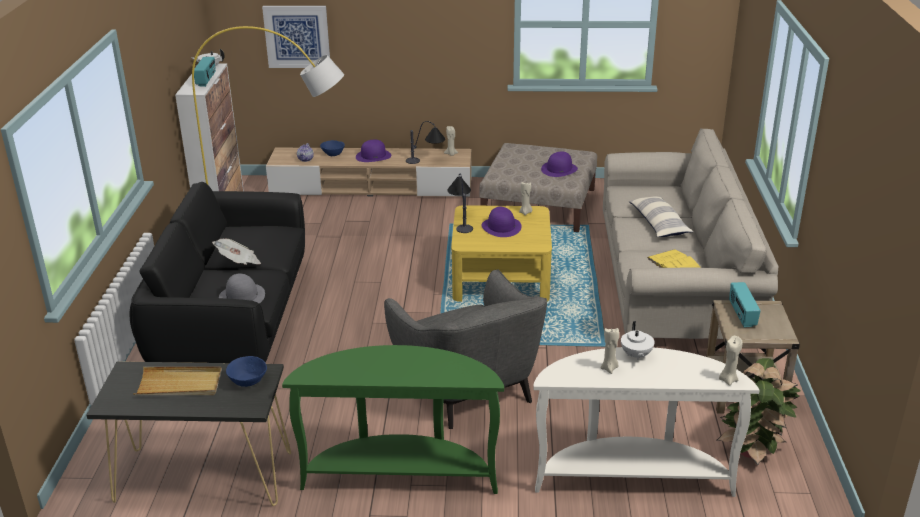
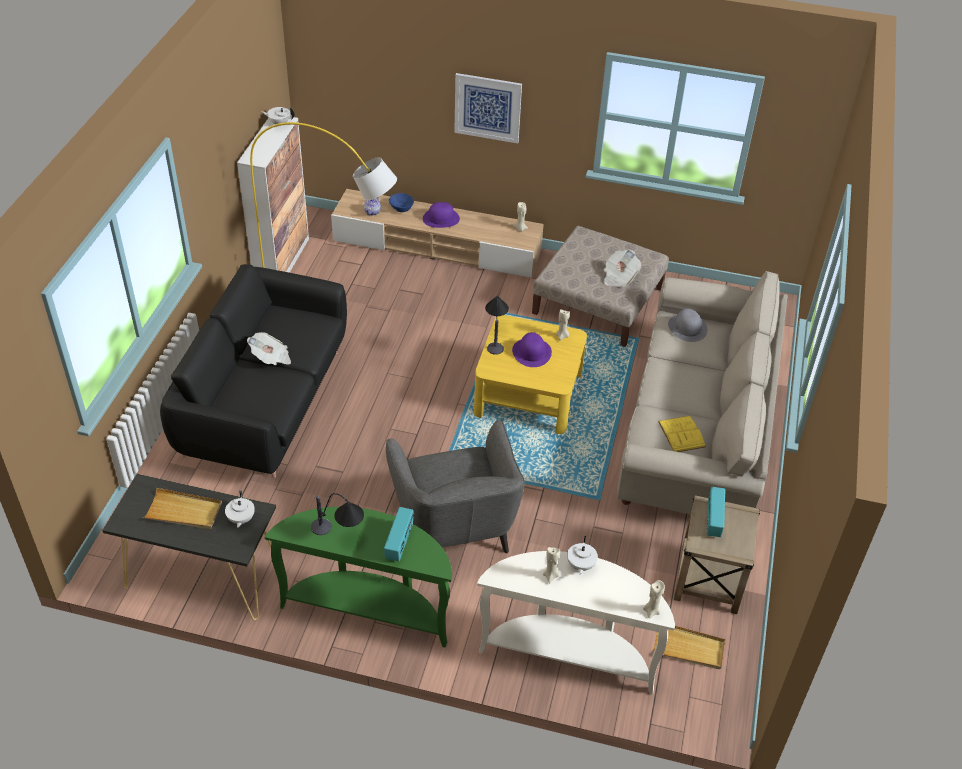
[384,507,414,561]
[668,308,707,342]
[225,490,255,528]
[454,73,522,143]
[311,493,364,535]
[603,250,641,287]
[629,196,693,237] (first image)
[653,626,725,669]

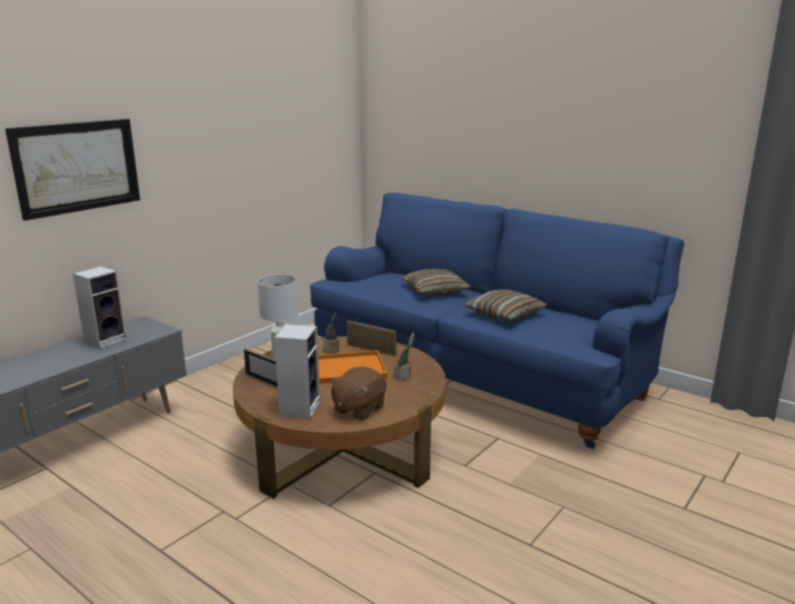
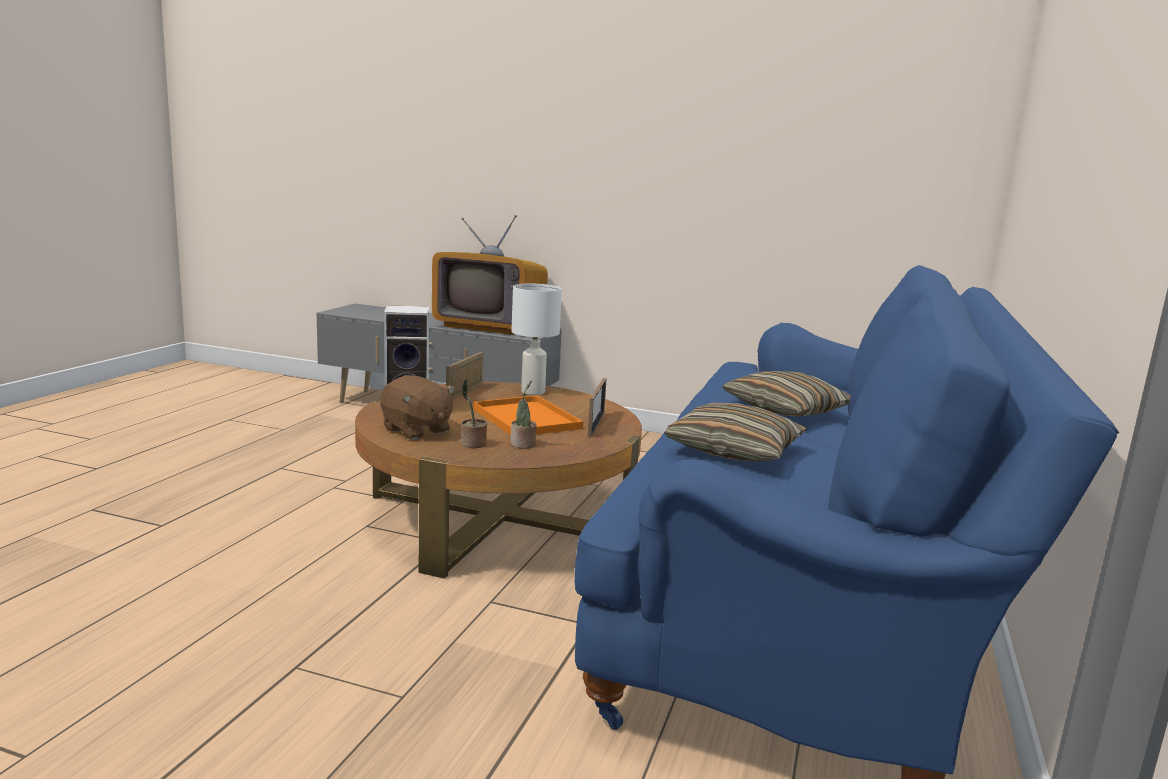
[5,119,140,221] (first image)
[432,215,548,335]
[461,379,487,448]
[380,375,455,440]

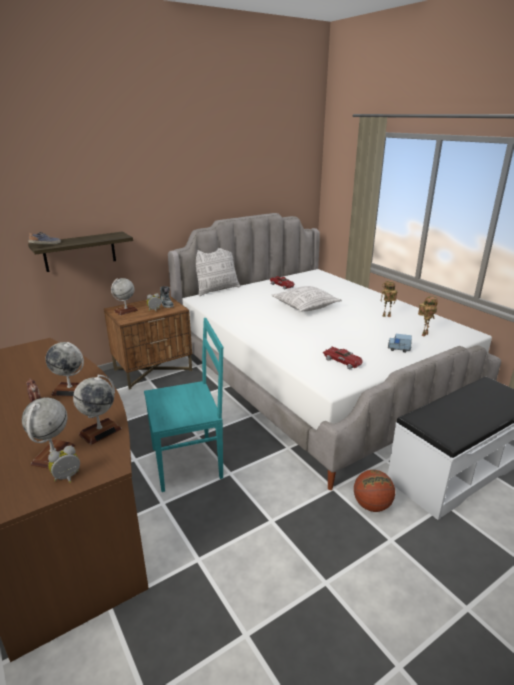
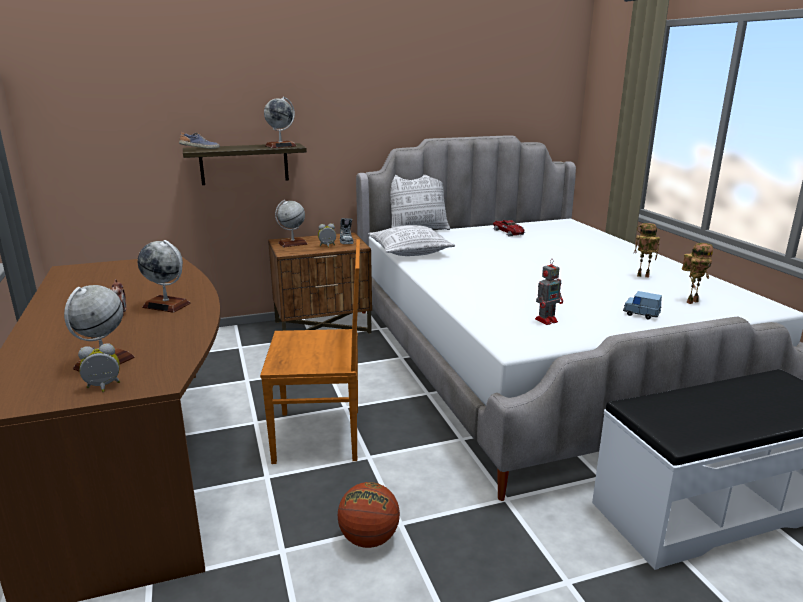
[264,97,296,148]
[260,239,360,464]
[368,225,455,256]
[535,259,563,325]
[338,482,400,548]

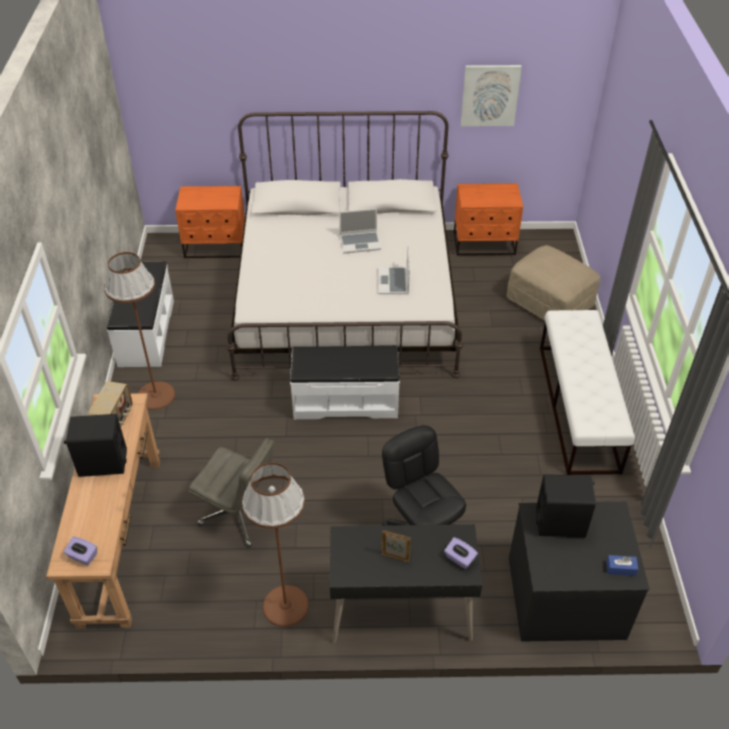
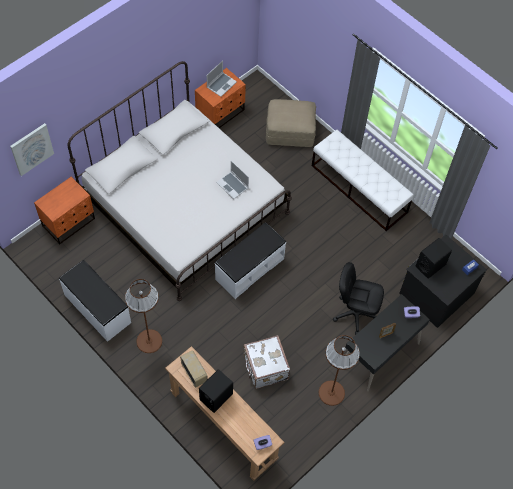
[243,335,290,389]
[207,60,237,97]
[10,123,54,176]

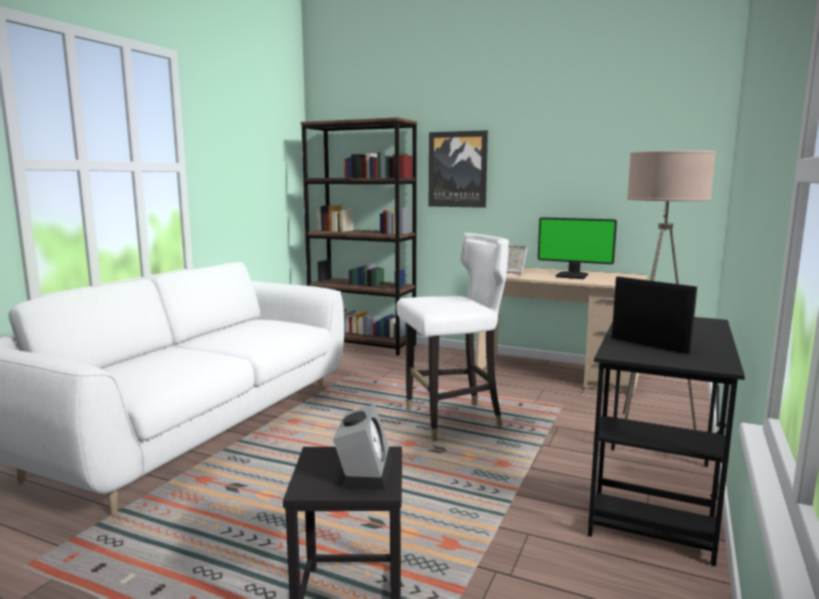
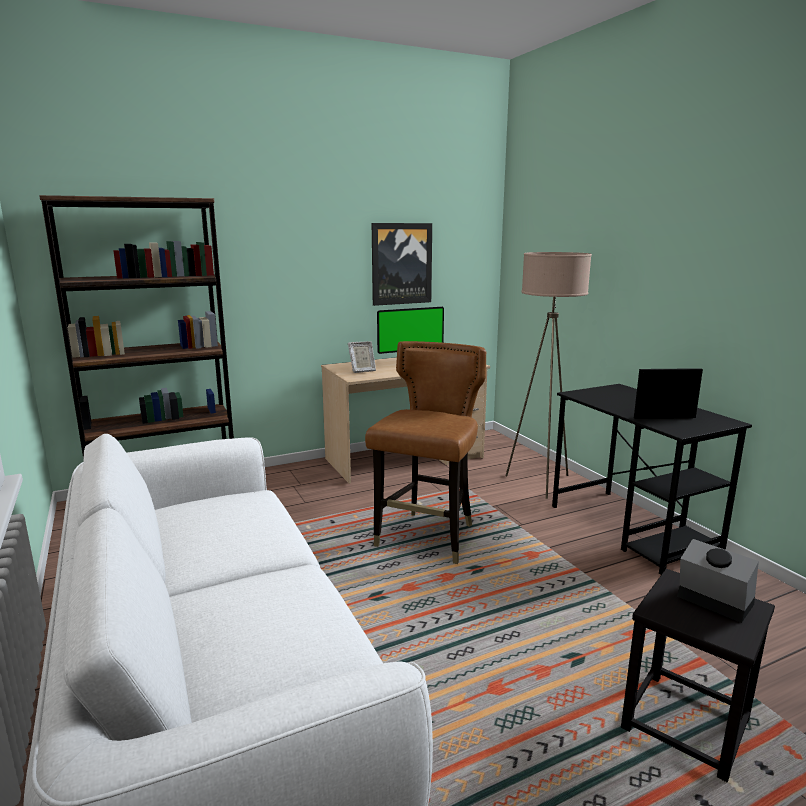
[365,341,486,564]
[372,223,432,306]

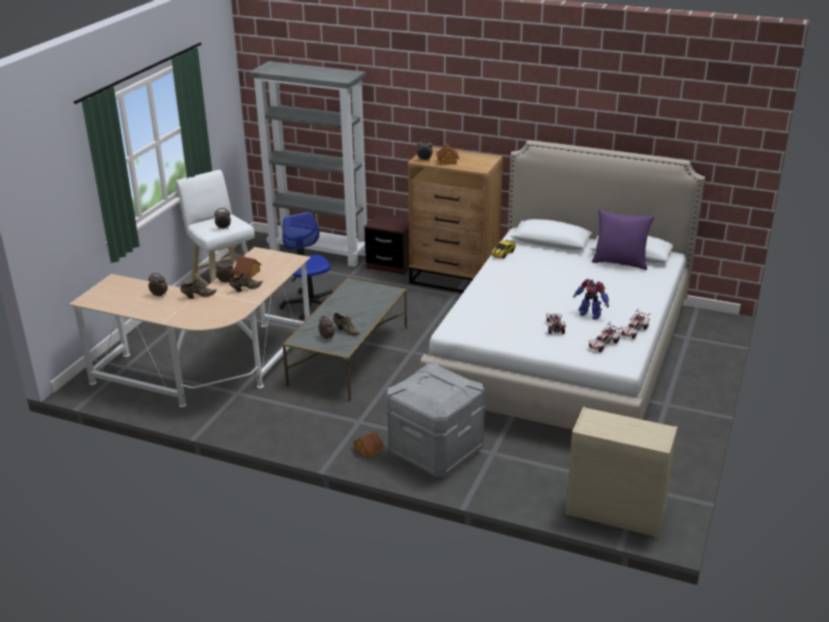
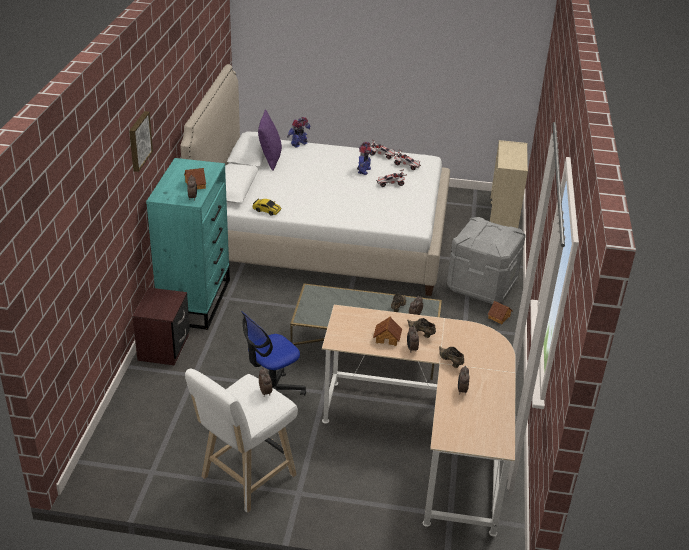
[249,61,367,267] (first image)
[146,158,230,330]
[129,111,153,172]
[287,117,310,148]

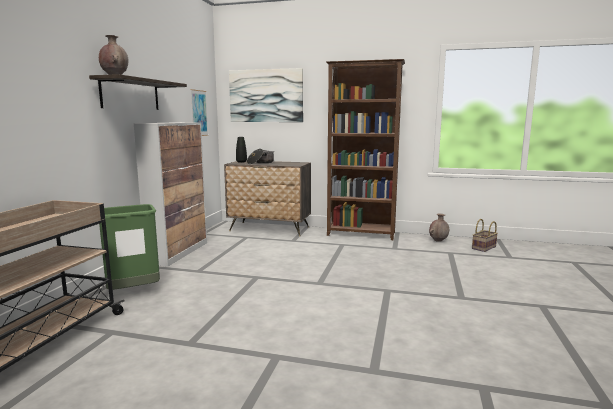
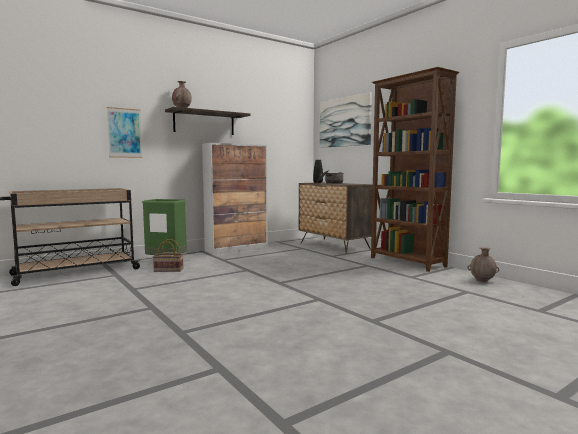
[106,107,142,158]
[153,239,183,272]

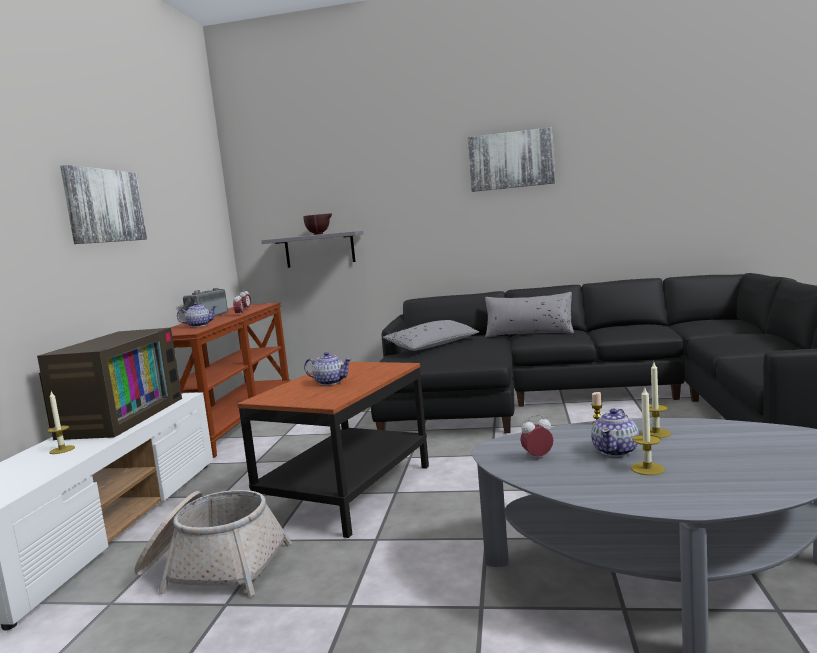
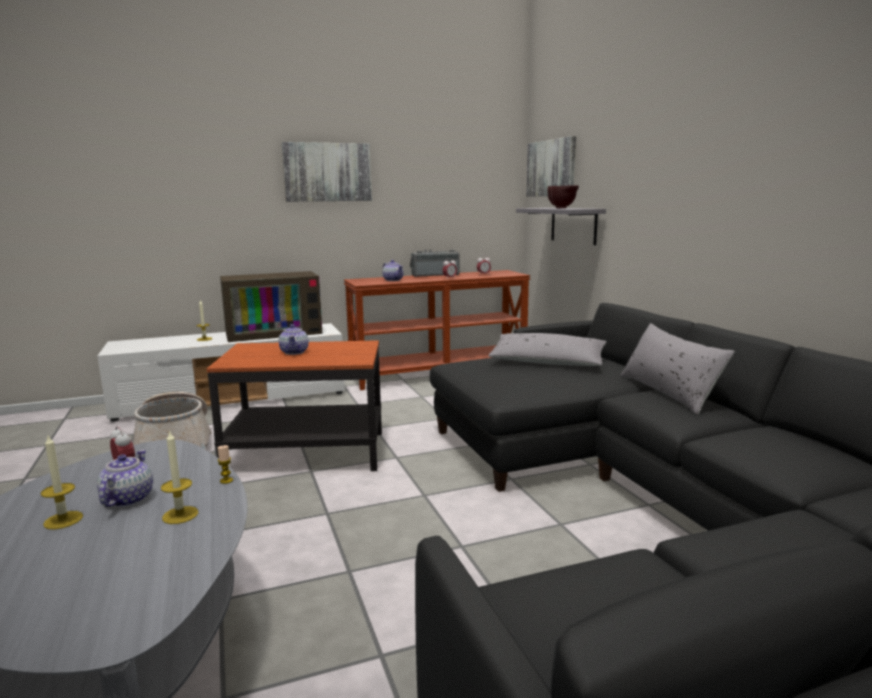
[526,136,576,197]
[97,450,153,507]

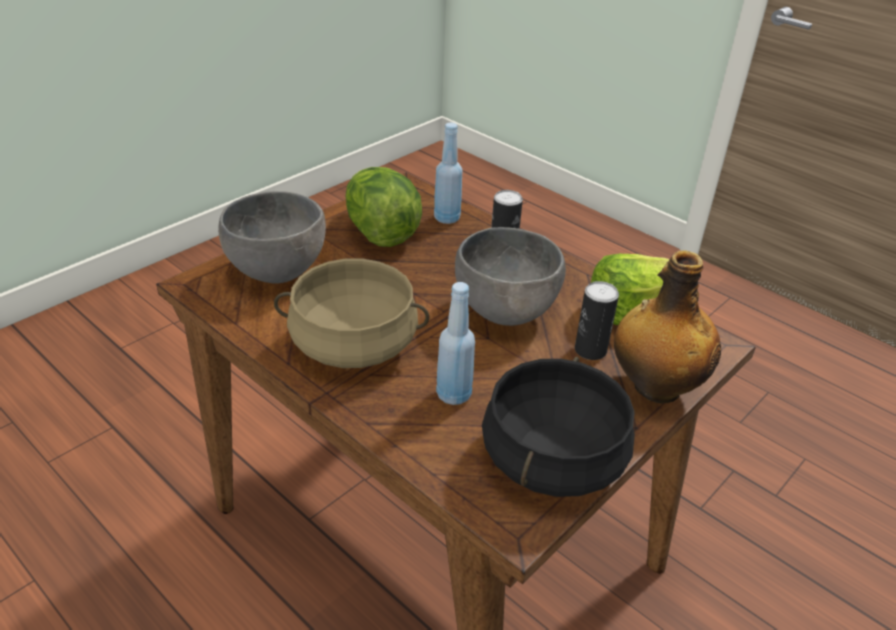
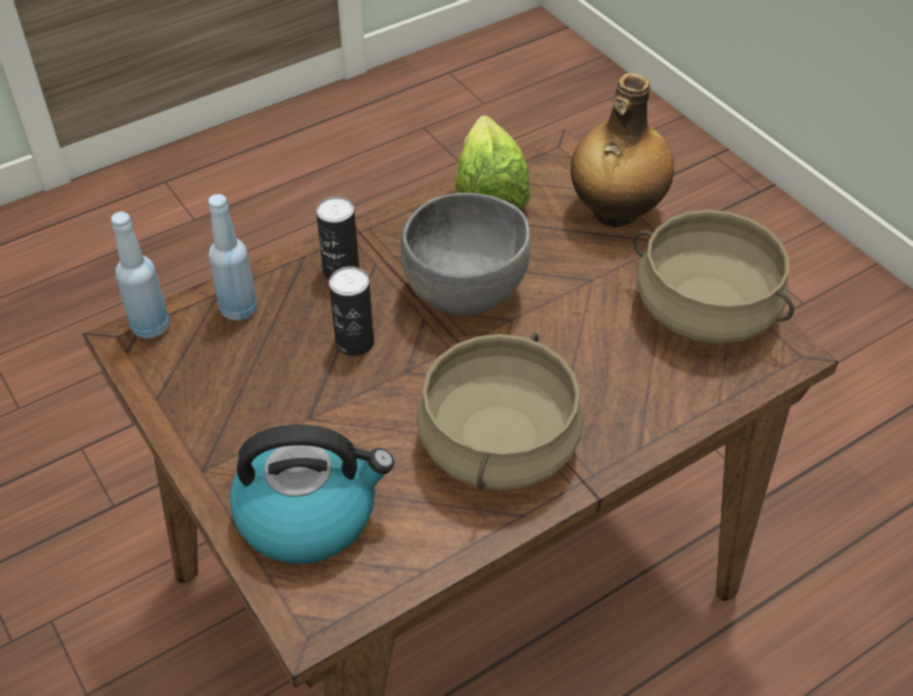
[230,425,394,564]
[346,167,422,247] (first image)
[111,212,170,339]
[633,209,794,344]
[329,266,374,356]

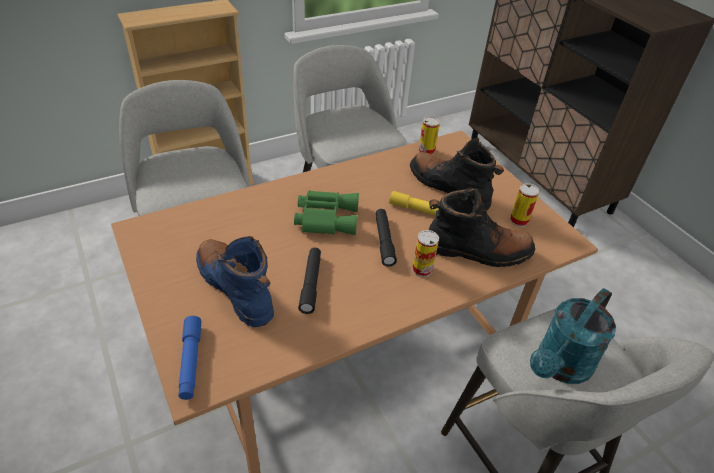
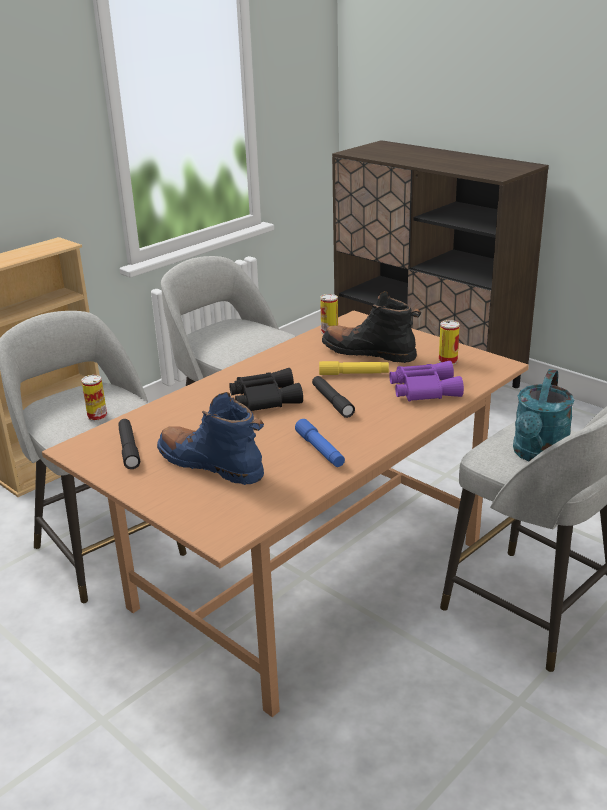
[295,419,345,467]
[229,368,303,411]
[118,419,140,469]
[81,375,107,421]
[389,361,464,401]

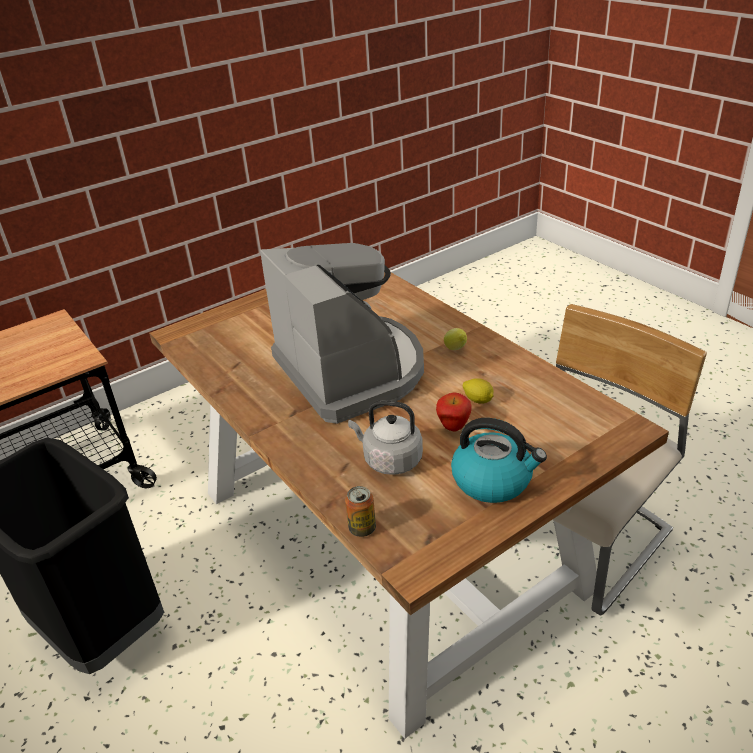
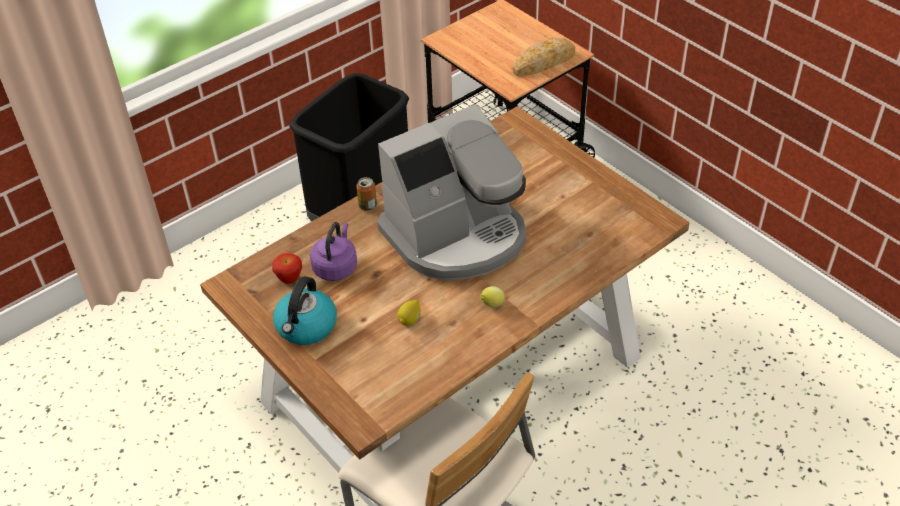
[356,177,377,211]
[310,222,357,281]
[272,253,302,284]
[513,37,575,76]

